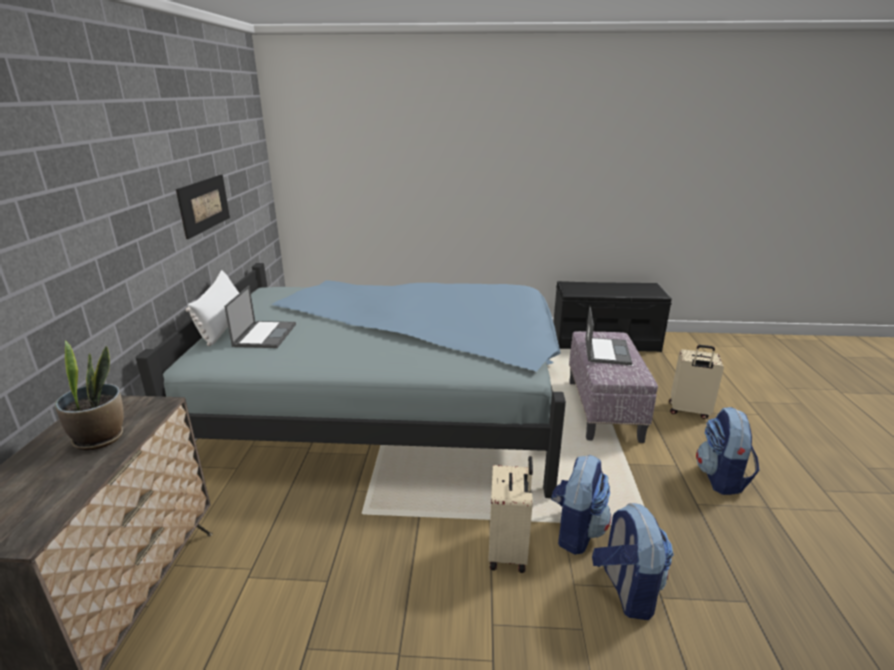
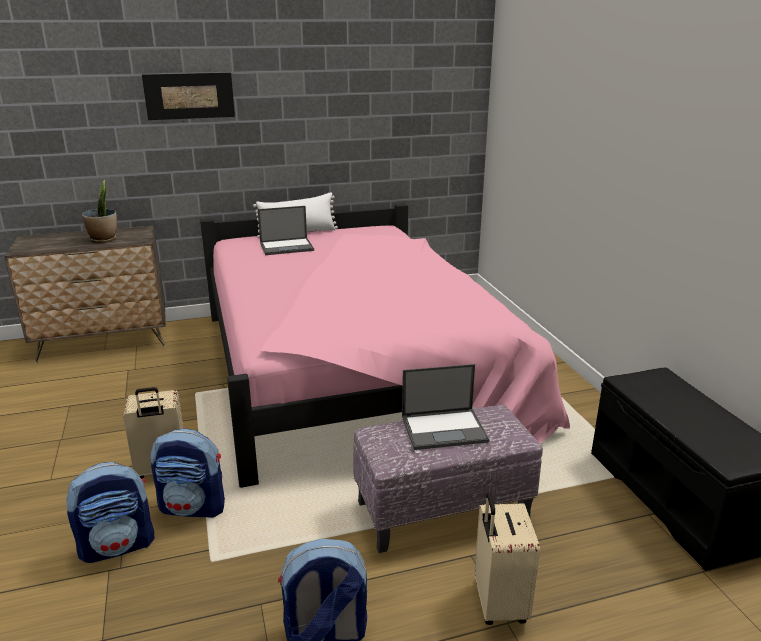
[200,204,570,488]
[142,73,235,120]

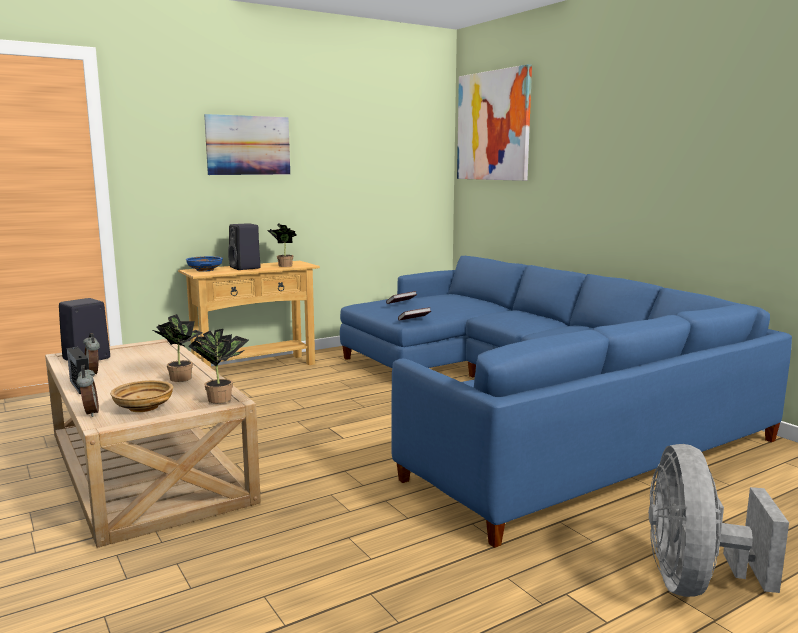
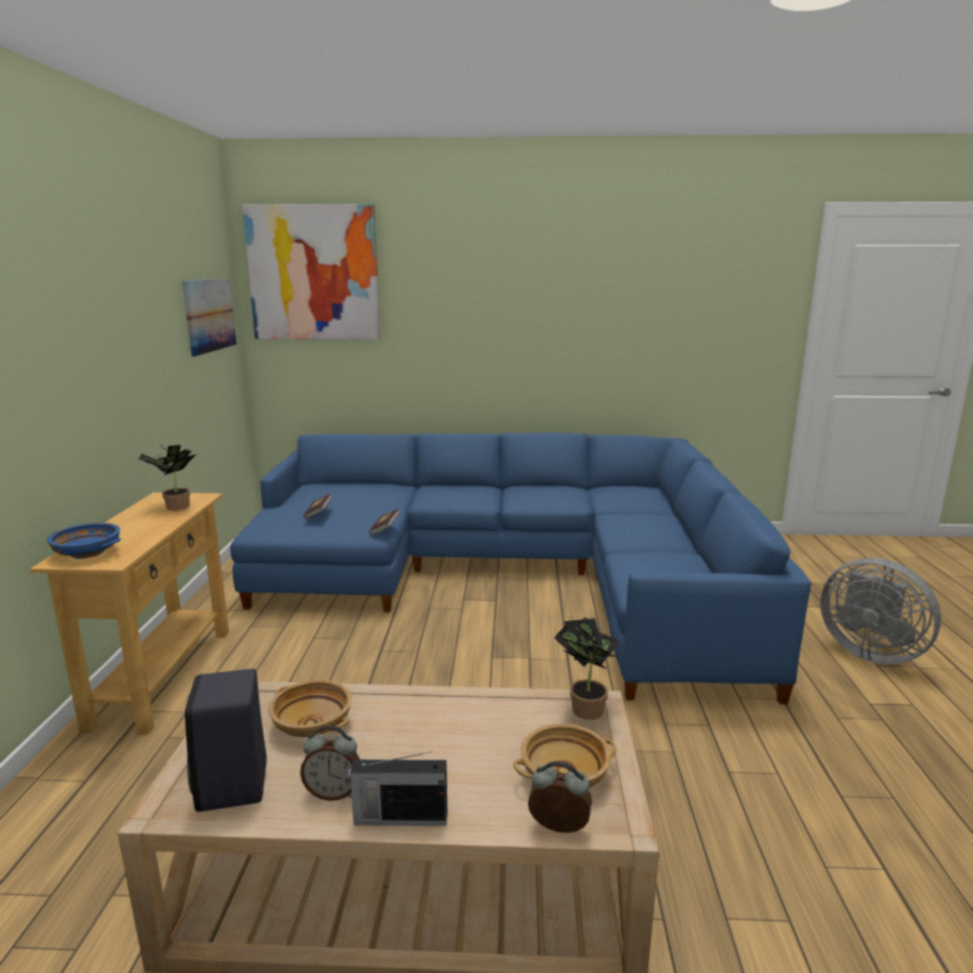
[153,314,202,382] (first image)
[182,279,236,357]
[228,223,261,270] (first image)
[268,680,352,737]

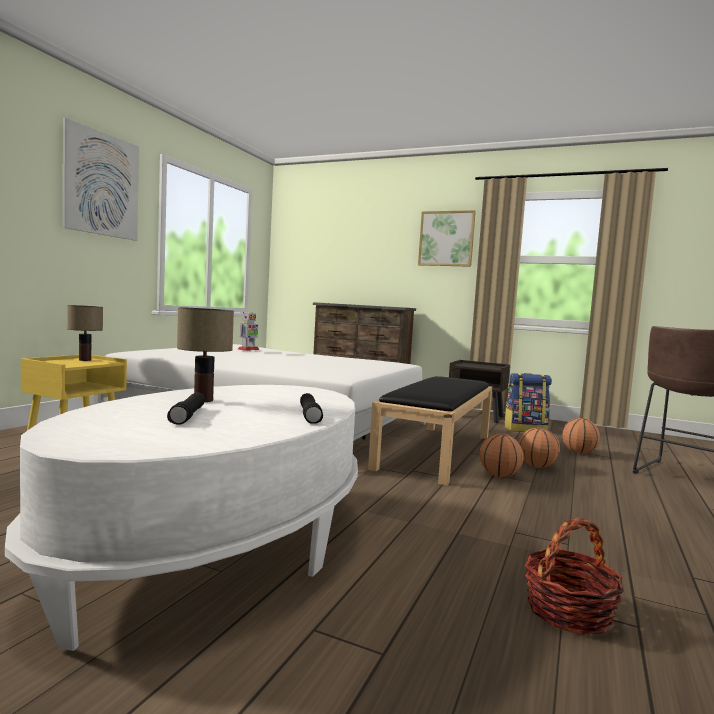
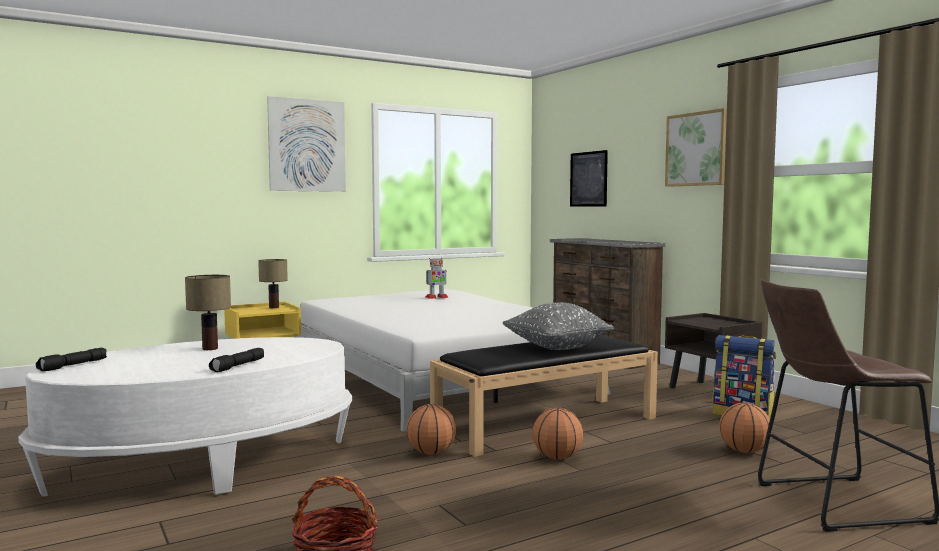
[36,348,107,371]
[407,404,456,455]
[502,303,614,350]
[570,150,608,207]

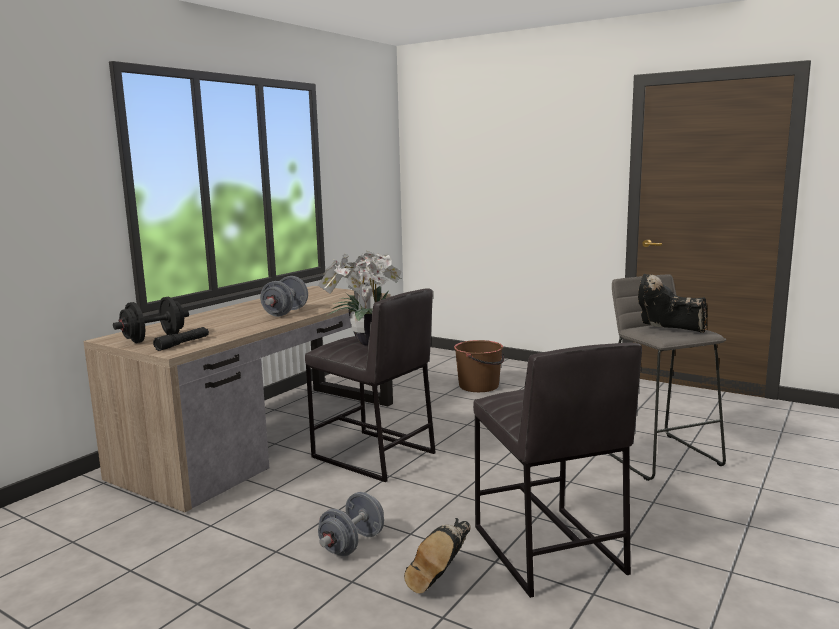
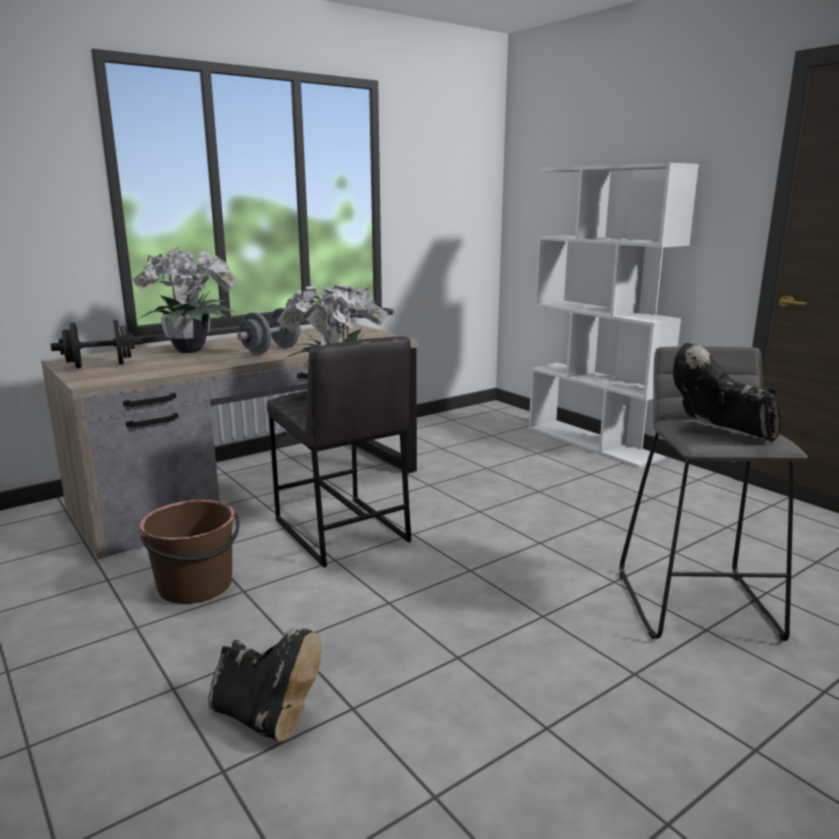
[153,327,209,351] (first image)
[318,492,384,556] (first image)
[208,627,321,742]
[139,500,240,604]
[473,342,642,598] (first image)
[132,247,239,353]
[529,163,699,468]

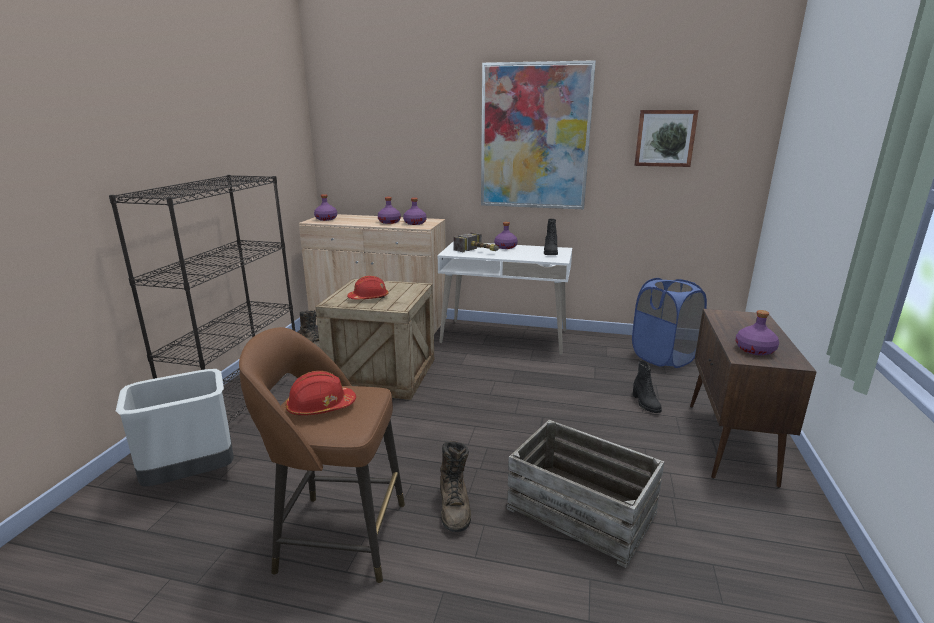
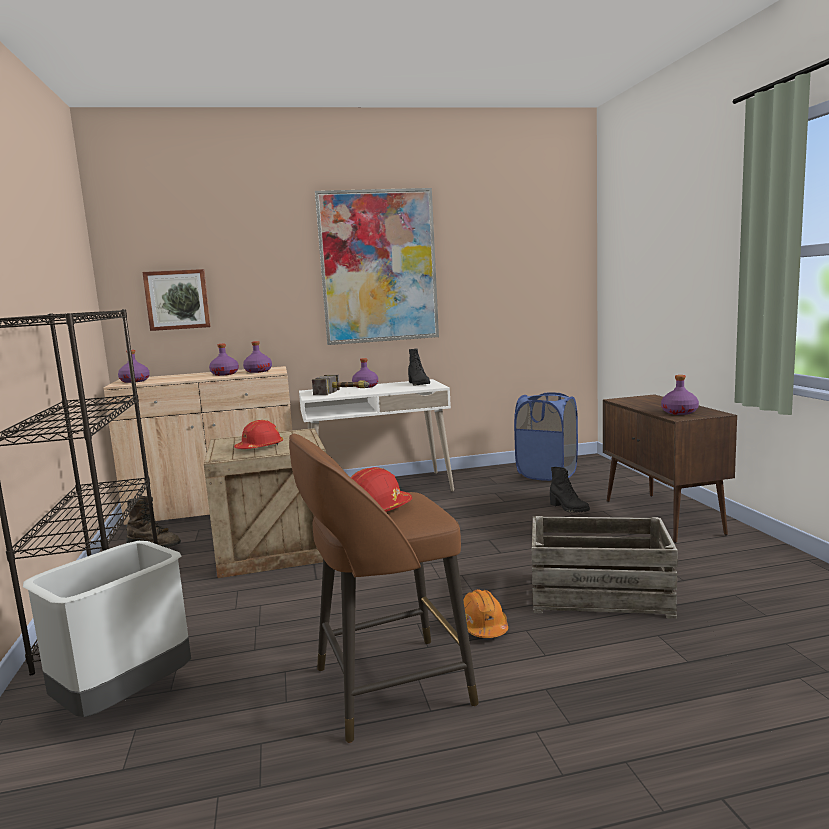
[463,589,508,638]
[142,269,211,331]

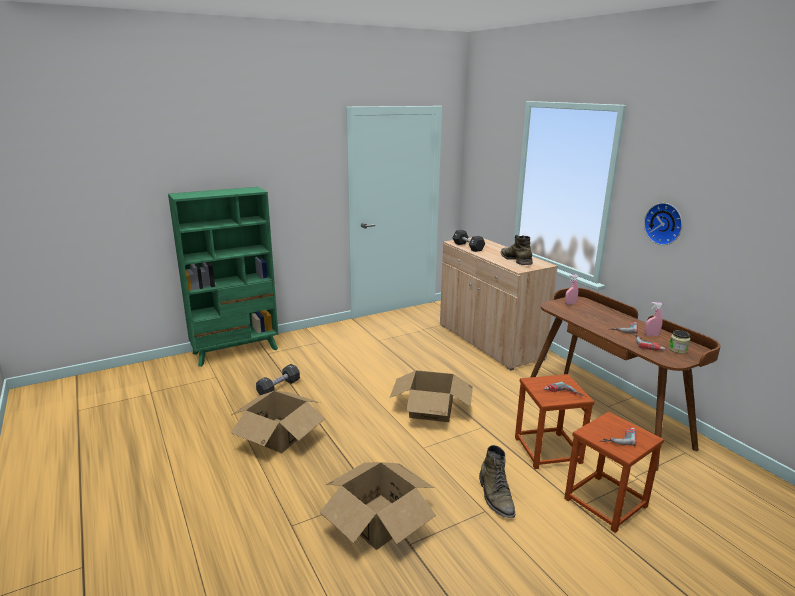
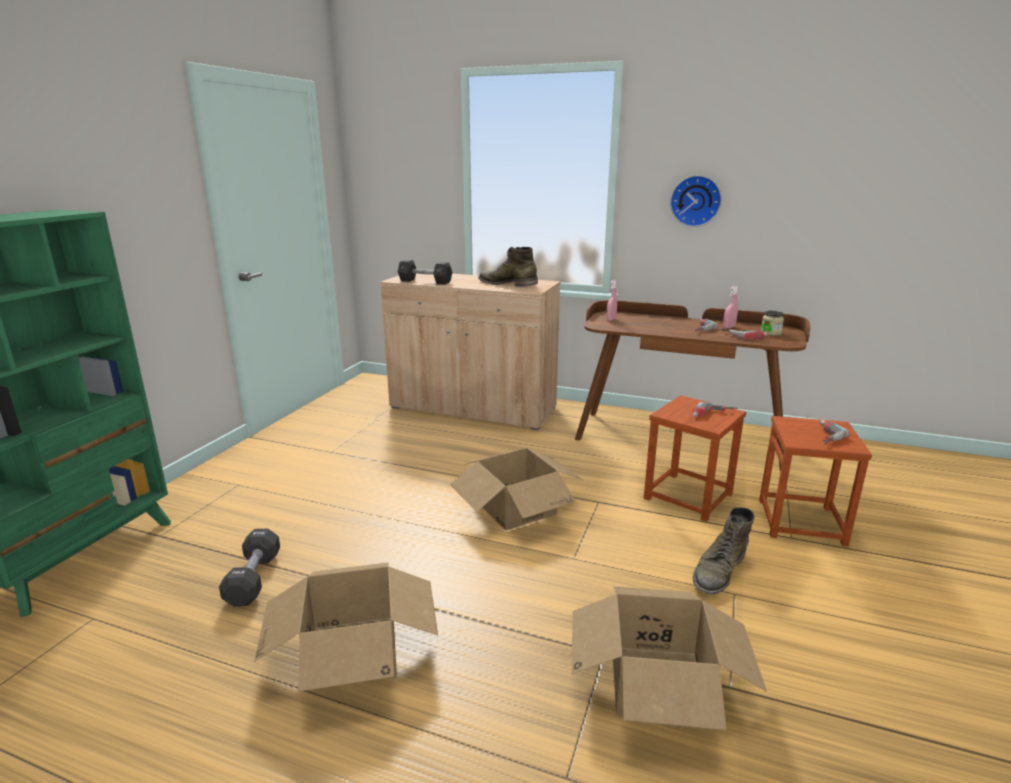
[693,507,755,595]

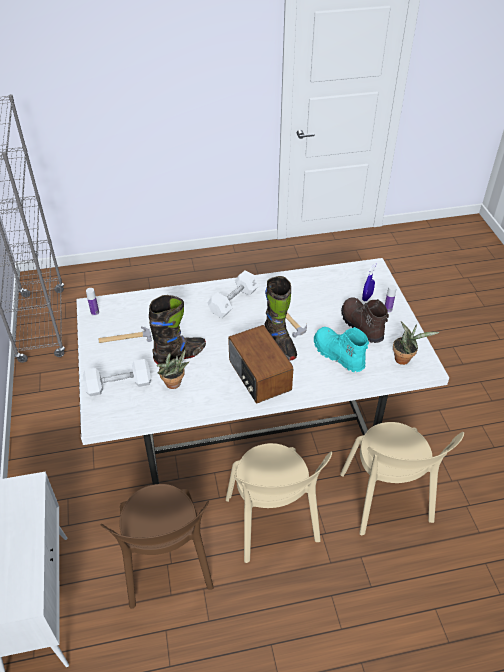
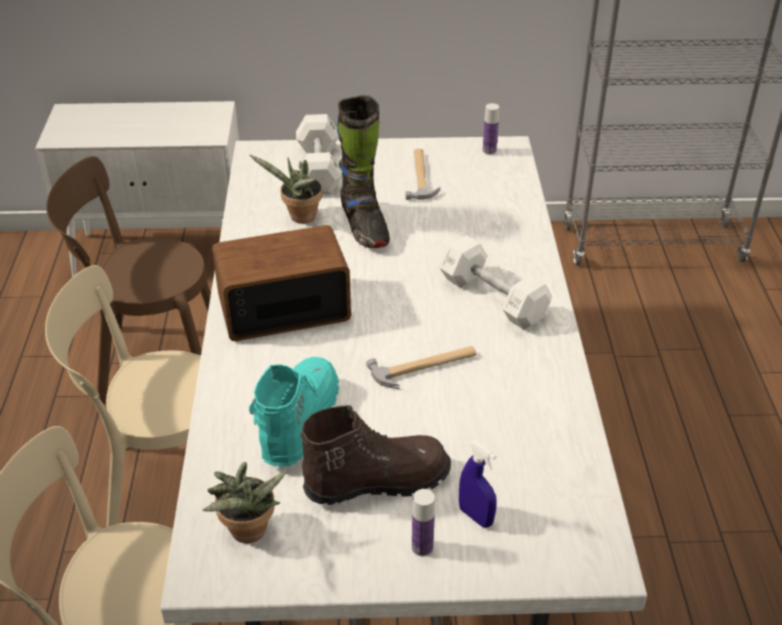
[265,276,297,361] (first image)
[249,357,339,467]

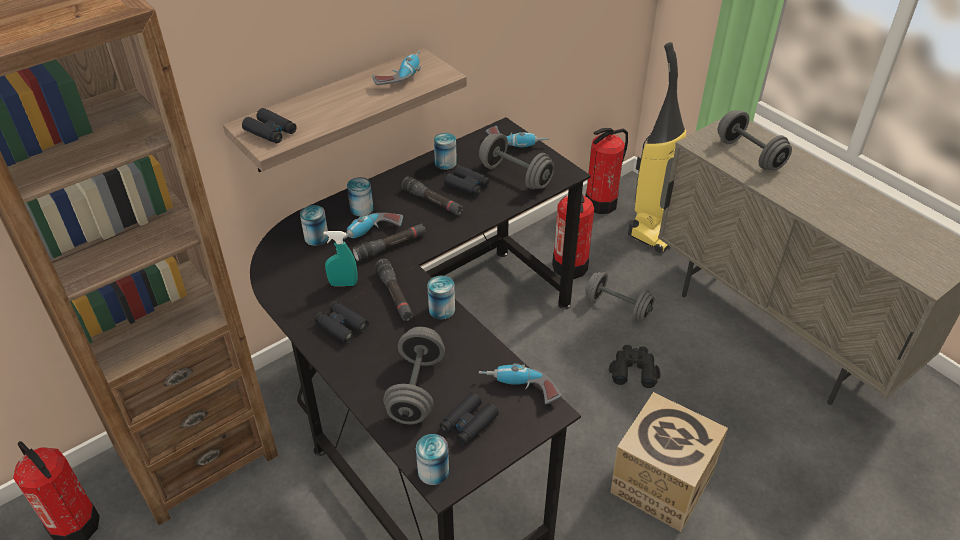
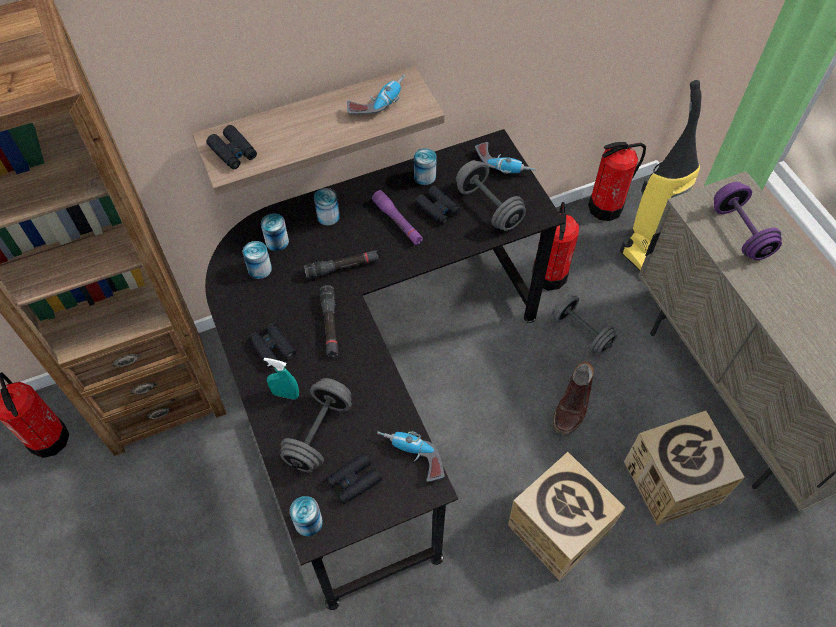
[264,358,299,400]
[343,213,403,239] (first image)
[372,190,423,245]
[243,241,272,279]
[553,361,594,435]
[714,182,782,260]
[624,411,745,525]

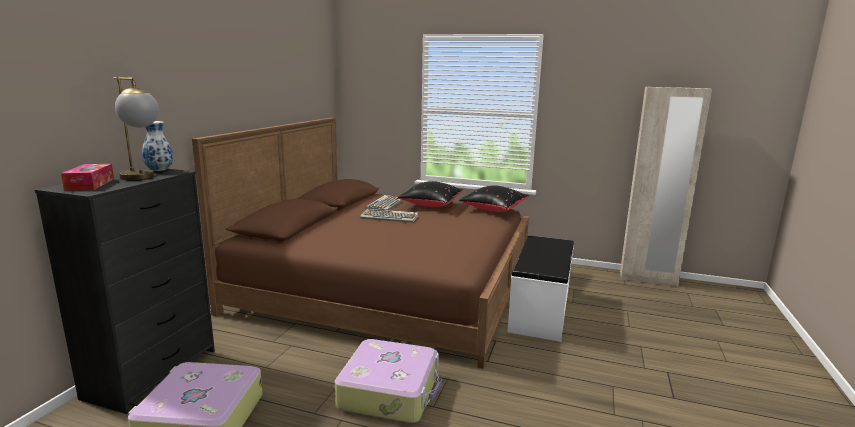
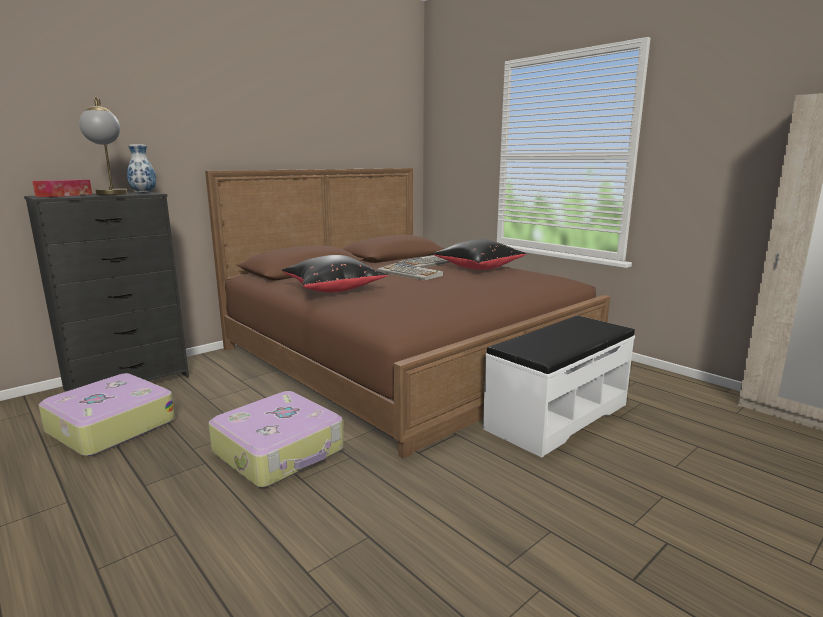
[282,255,387,292]

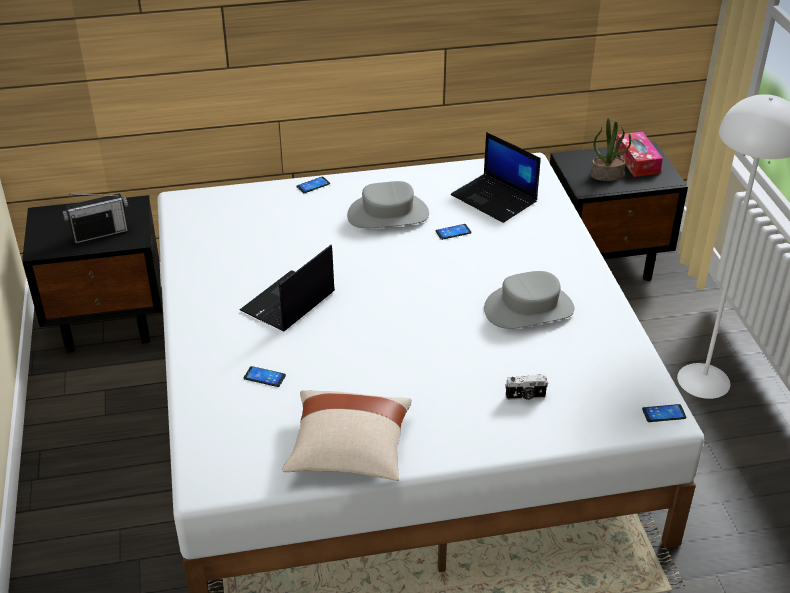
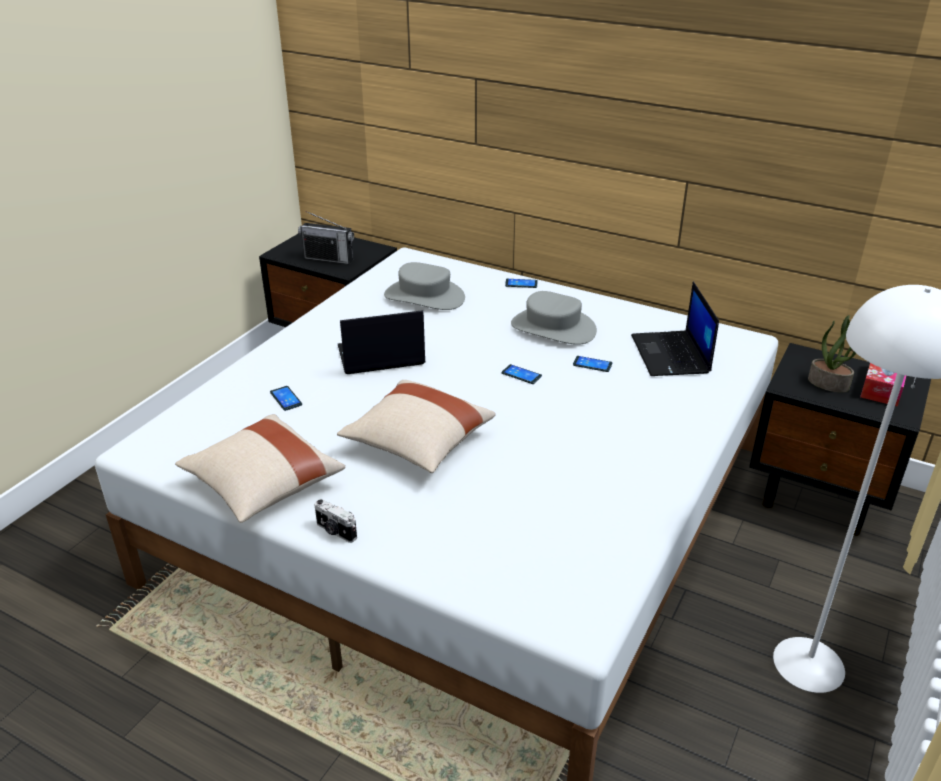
[384,262,465,310]
[314,499,357,543]
[501,364,542,384]
[337,380,496,473]

